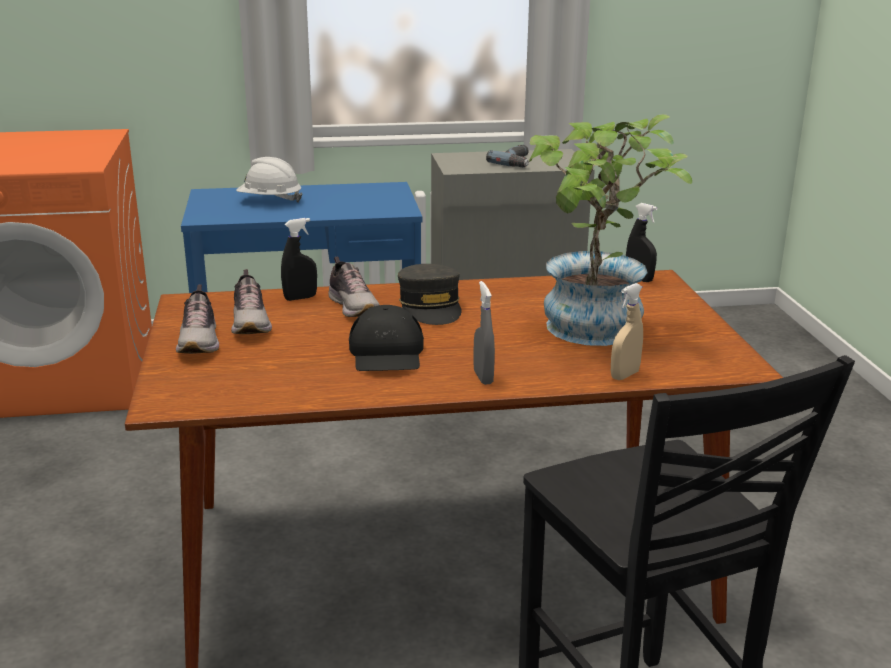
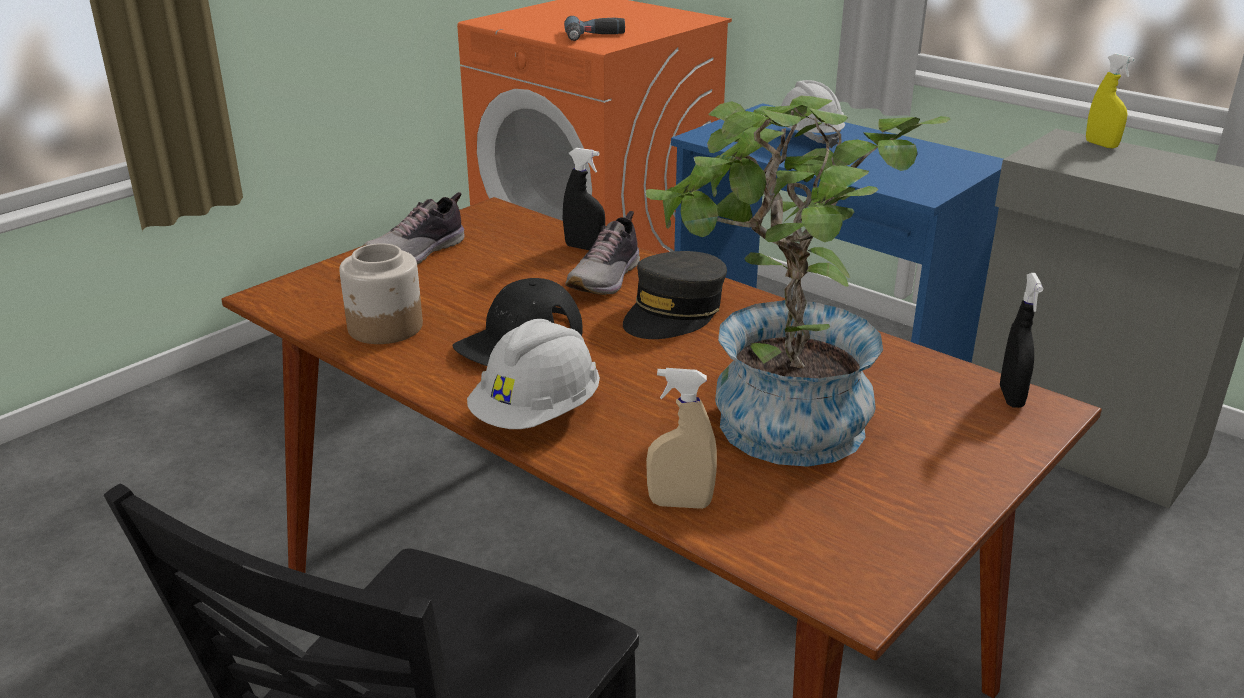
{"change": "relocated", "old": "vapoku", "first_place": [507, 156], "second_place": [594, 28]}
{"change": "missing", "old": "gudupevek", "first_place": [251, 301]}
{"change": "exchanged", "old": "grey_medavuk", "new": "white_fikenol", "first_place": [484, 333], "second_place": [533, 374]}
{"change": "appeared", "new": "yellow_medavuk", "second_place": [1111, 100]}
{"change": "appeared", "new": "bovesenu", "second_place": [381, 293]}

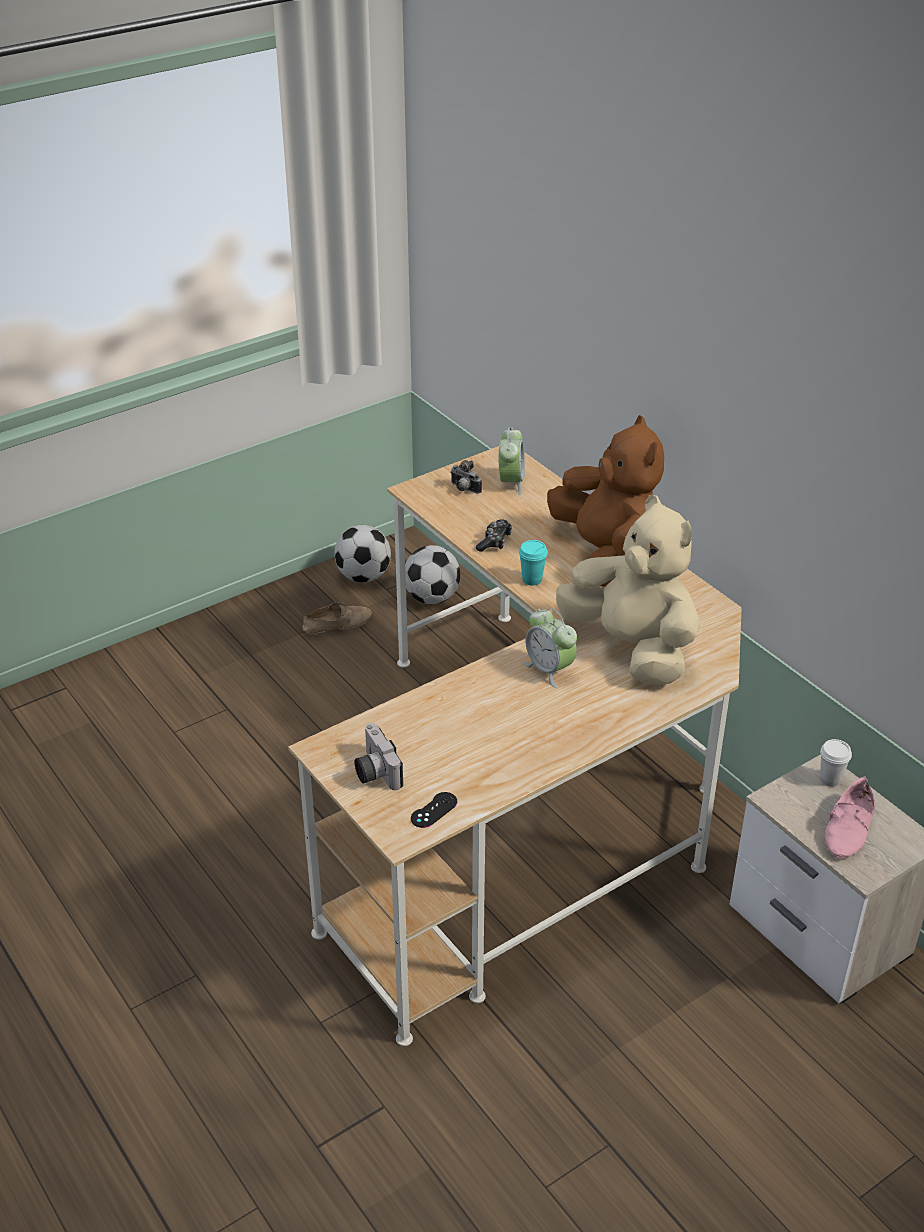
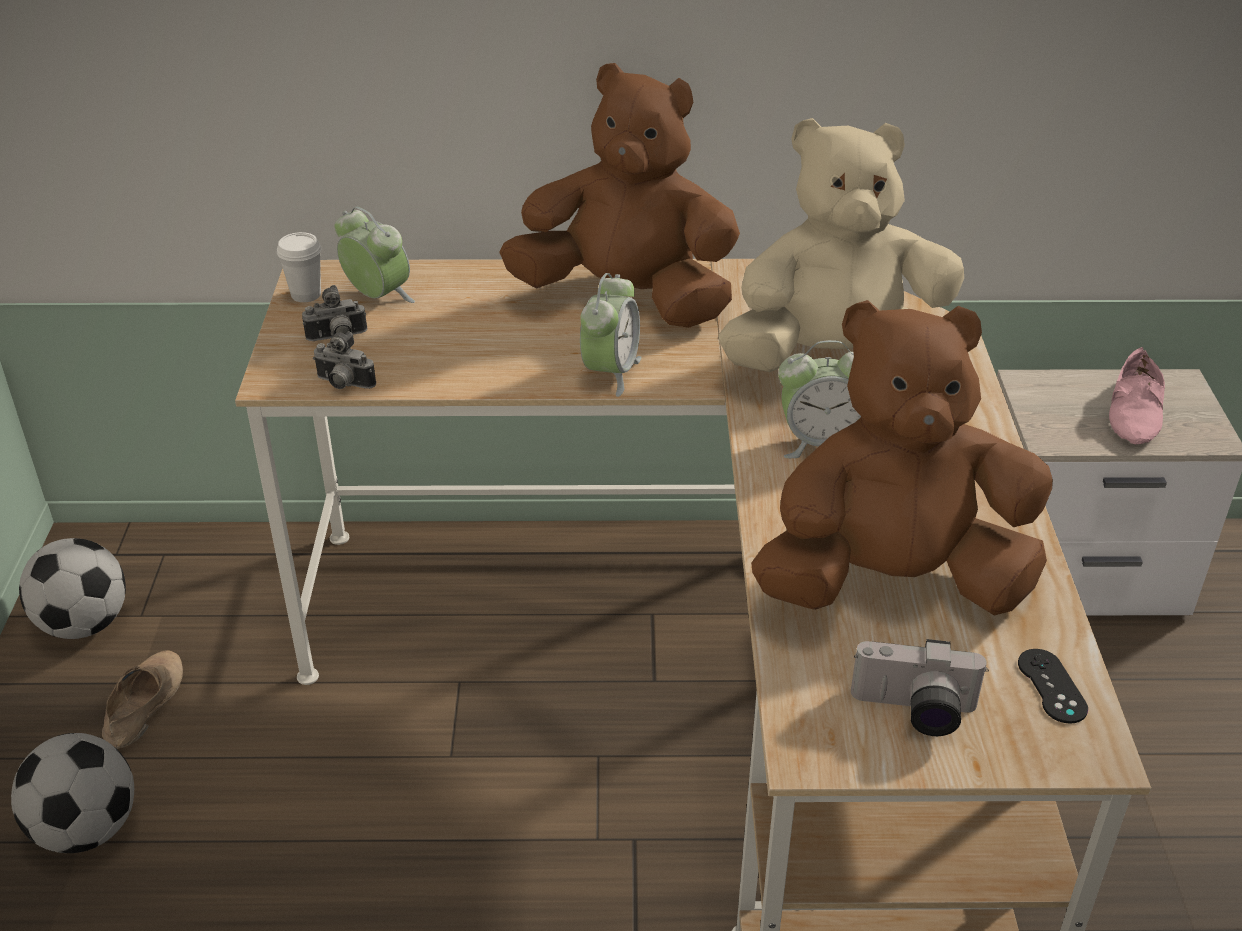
{"change": "missing", "old": "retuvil", "first_place": [494, 535]}
{"change": "exchanged", "old": "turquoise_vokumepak", "new": "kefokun", "first_place": [533, 562], "second_place": [610, 335]}
{"change": "relocated", "old": "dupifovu", "first_place": [432, 574], "second_place": [72, 793]}
{"change": "relocated", "old": "white_vokumepak", "first_place": [836, 763], "second_place": [299, 267]}
{"change": "spun", "old": "pink_gudupevek", "first_place": [850, 817], "second_place": [1137, 395], "degrees": 45}
{"change": "appeared", "new": "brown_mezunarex", "second_place": [902, 457]}
{"change": "appeared", "new": "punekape", "second_place": [344, 360]}

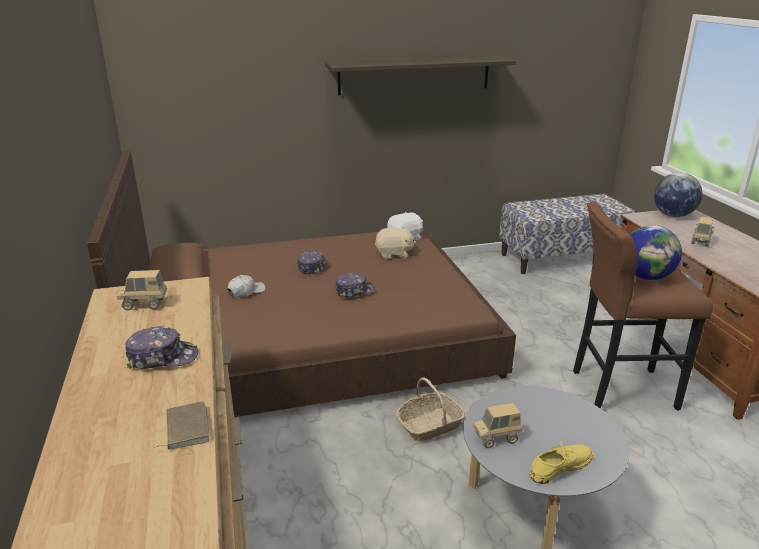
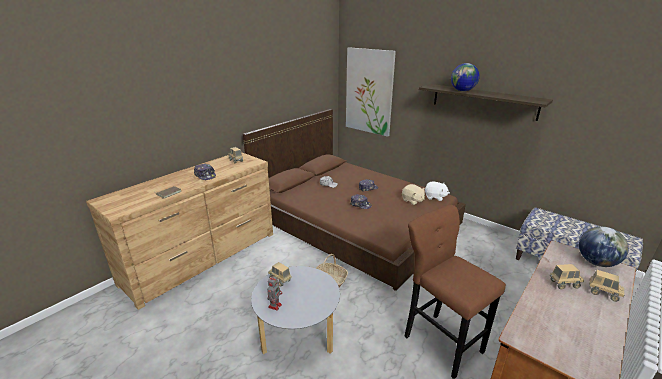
{"change": "relocated", "old": "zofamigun", "first_place": [656, 252], "second_place": [465, 77]}
{"change": "exchanged", "old": "yellow_gudupevek", "new": "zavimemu", "first_place": [561, 462], "second_place": [274, 293]}
{"change": "appeared", "new": "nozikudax", "second_place": [371, 92]}
{"change": "appeared", "new": "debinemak", "second_place": [606, 286]}

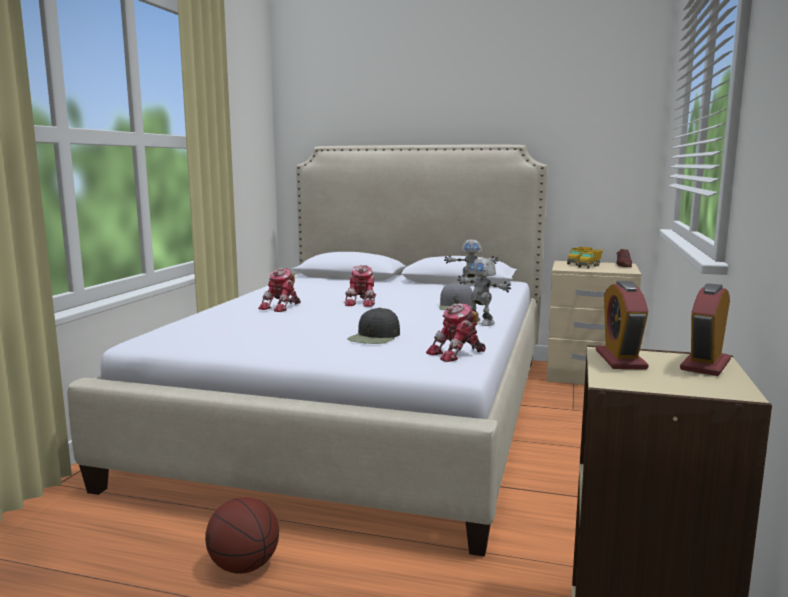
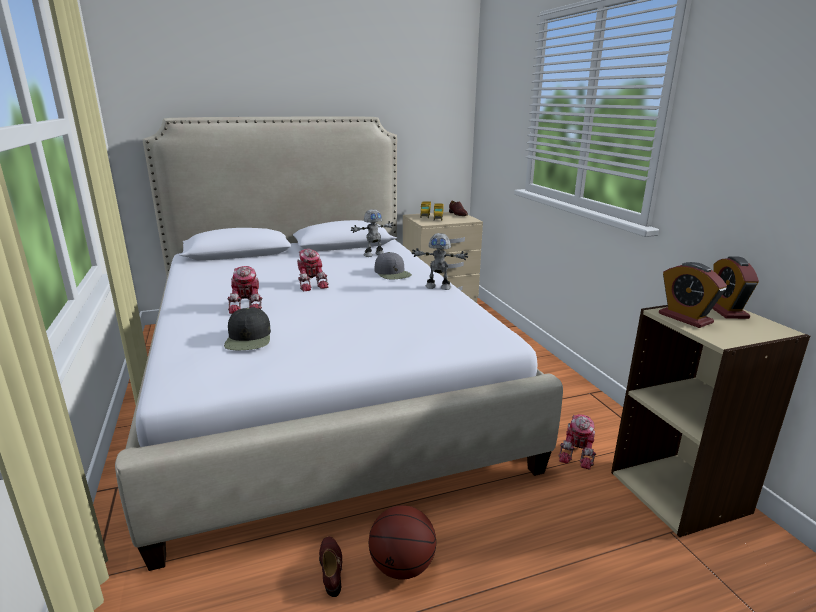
{"change": "relocated", "old": "zavimemu", "first_place": [456, 332], "second_place": [577, 442]}
{"change": "relocated", "old": "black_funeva", "first_place": [373, 326], "second_place": [247, 328]}
{"change": "appeared", "new": "brown_gudupevek", "second_place": [330, 566]}

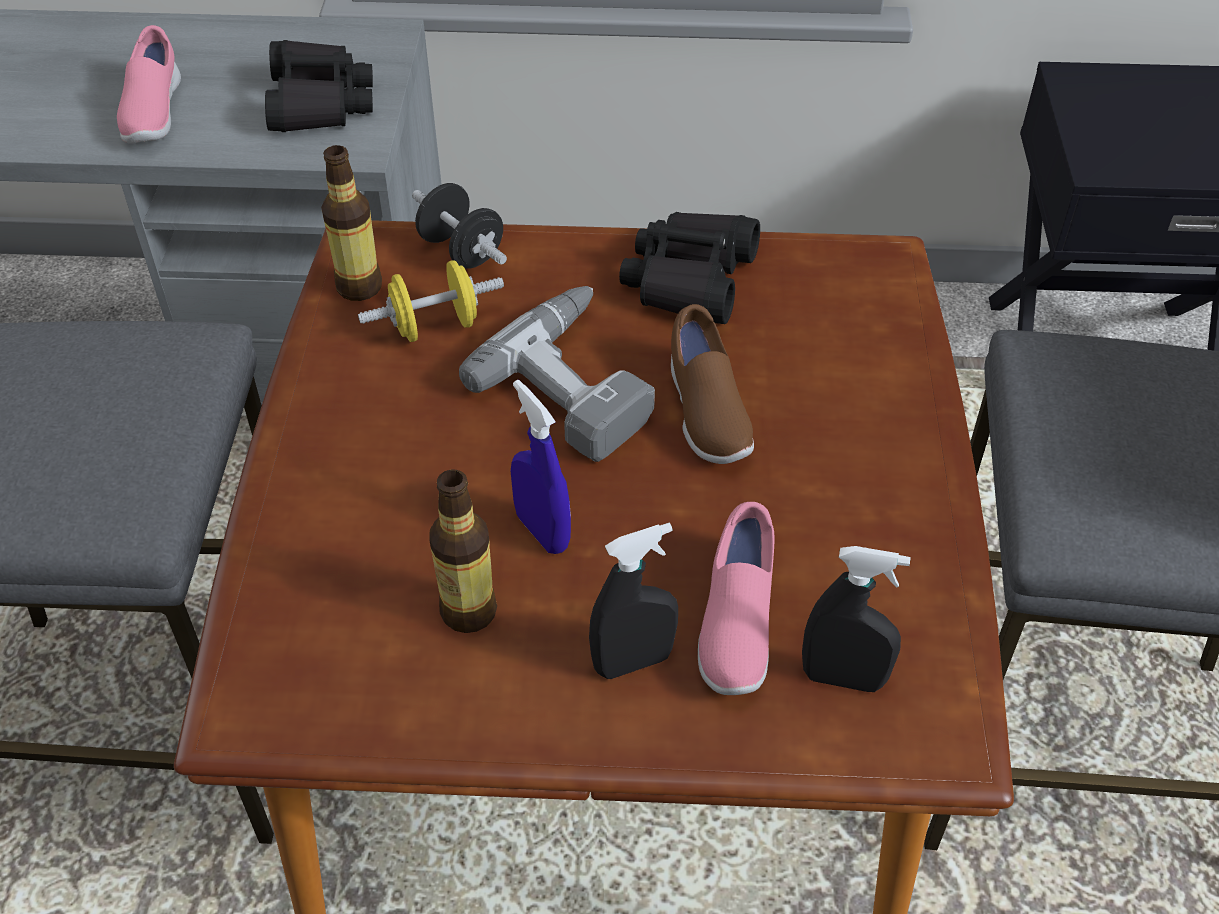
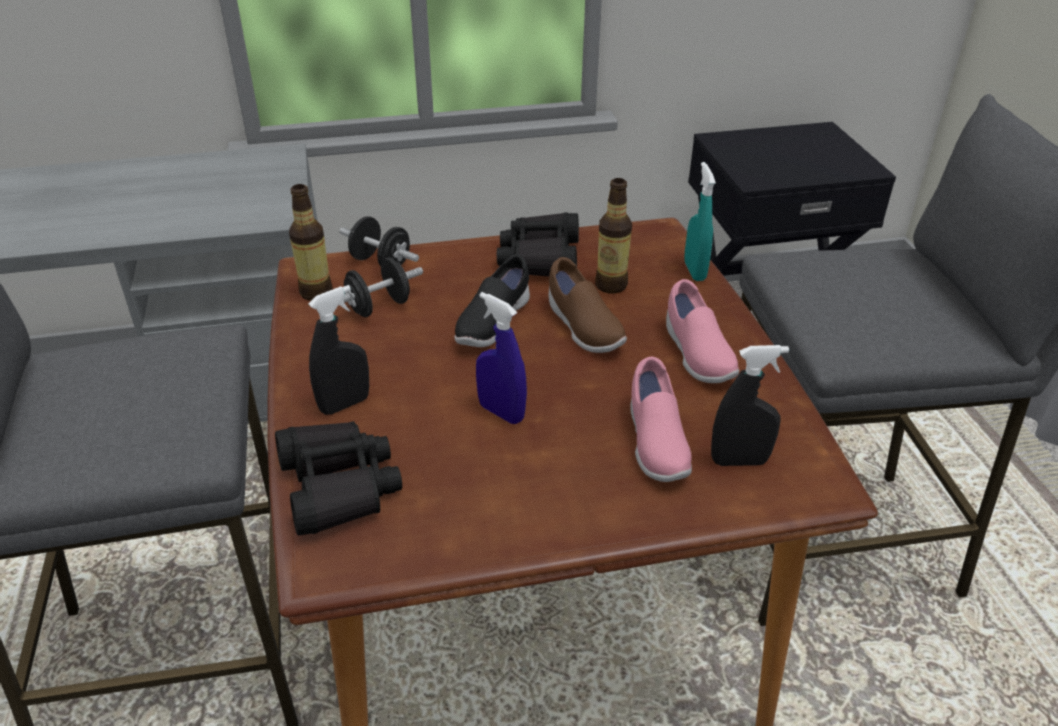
{"change": "relocated", "old": "pink_gudupevek", "first_place": [149, 84], "second_place": [702, 331]}
{"change": "relocated", "old": "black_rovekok", "first_place": [319, 86], "second_place": [338, 478]}
{"change": "colour", "old": "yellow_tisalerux", "new": "black_tisalerux", "first_place": [431, 301], "second_place": [383, 287]}
{"change": "exchanged", "old": "vapoku", "new": "black_gudupevek", "first_place": [557, 374], "second_place": [492, 300]}
{"change": "relocated", "old": "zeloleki", "first_place": [463, 551], "second_place": [613, 235]}
{"change": "relocated", "old": "black_medavuk", "first_place": [633, 601], "second_place": [338, 350]}
{"change": "appeared", "new": "turquoise_medavuk", "second_place": [700, 221]}

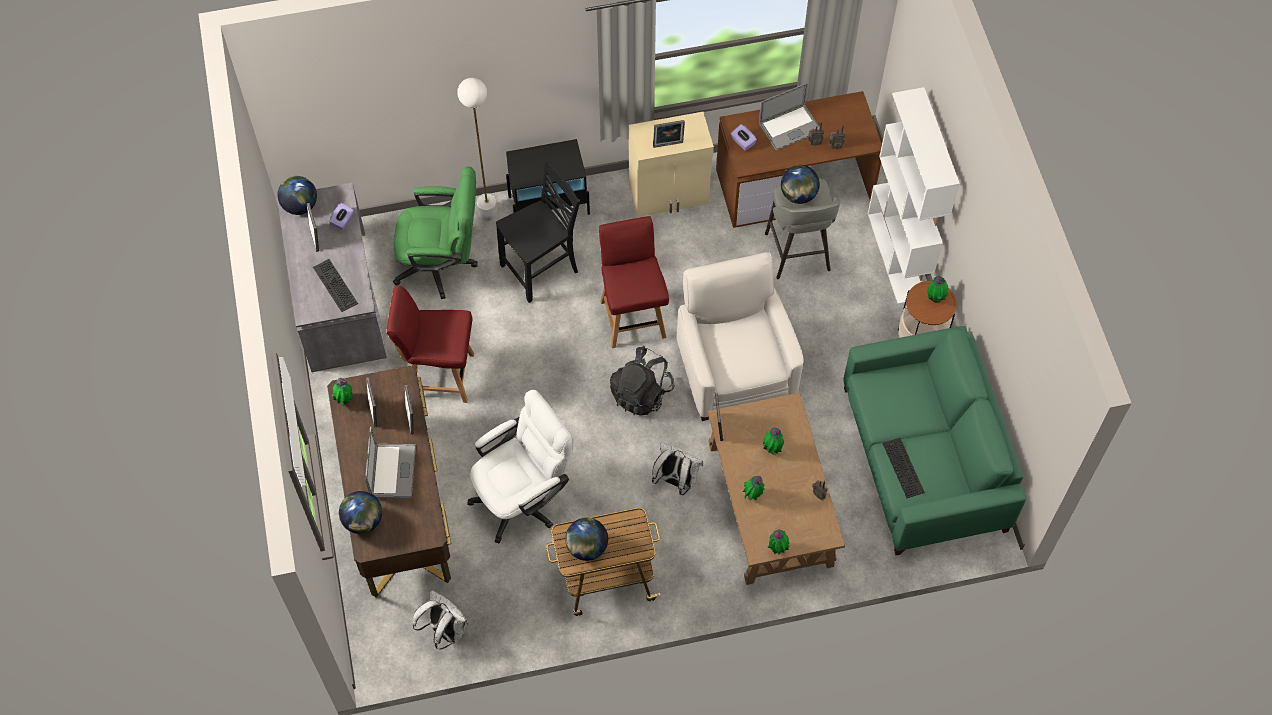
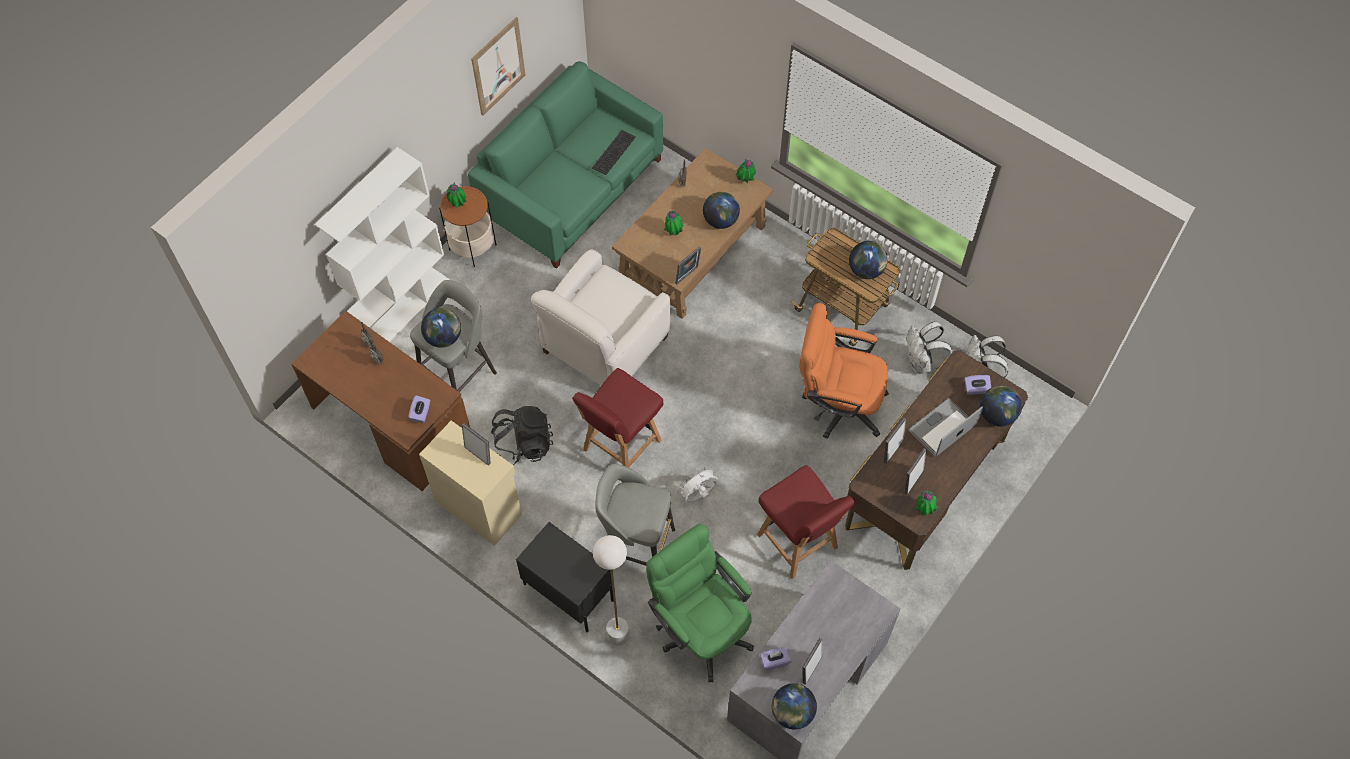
{"change": "missing", "old": "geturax", "first_place": [789, 117]}
{"change": "exchanged", "old": "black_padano", "new": "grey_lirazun", "first_place": [538, 231], "second_place": [635, 515]}
{"change": "missing", "old": "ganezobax", "first_place": [335, 285]}
{"change": "relocated", "old": "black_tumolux", "first_place": [642, 381], "second_place": [521, 435]}
{"change": "colour", "old": "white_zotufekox", "new": "orange_zotufekox", "first_place": [520, 467], "second_place": [844, 371]}
{"change": "relocated", "old": "white_tumolux", "first_place": [677, 469], "second_place": [929, 348]}
{"change": "exchanged", "old": "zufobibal", "new": "zofamigun", "first_place": [753, 488], "second_place": [721, 210]}
{"change": "appeared", "new": "nozikudax", "second_place": [498, 66]}
{"change": "appeared", "new": "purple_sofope", "second_place": [977, 385]}
{"change": "appeared", "new": "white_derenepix", "second_place": [697, 485]}

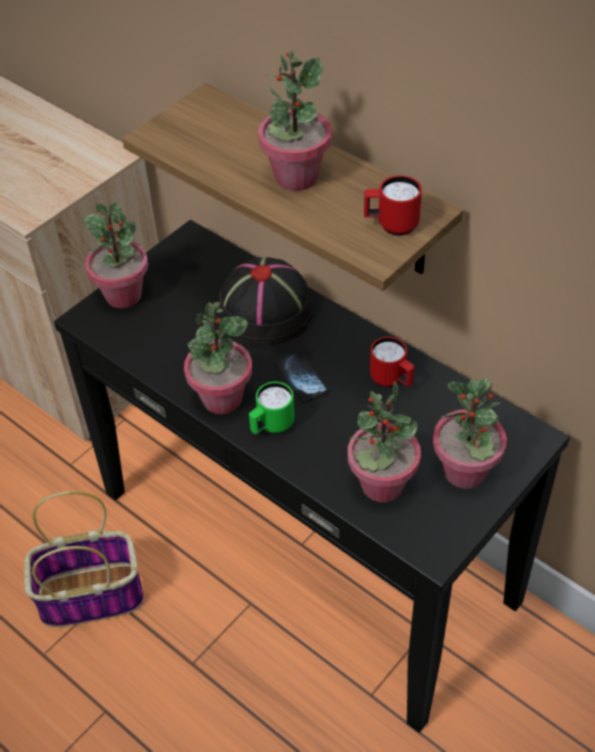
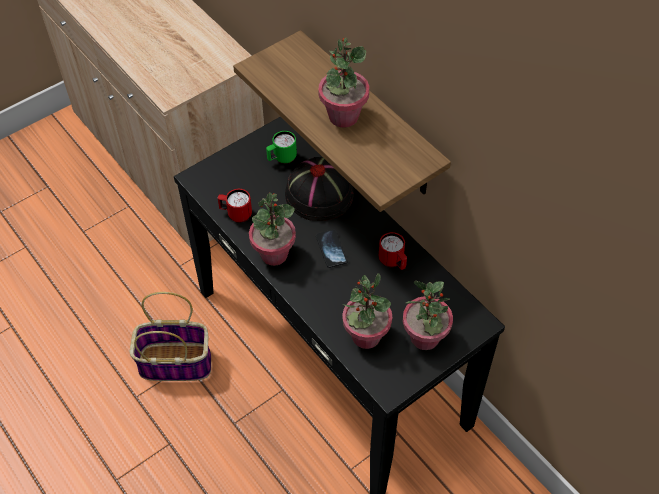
{"change": "relocated", "old": "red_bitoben", "first_place": [393, 205], "second_place": [235, 206]}
{"change": "missing", "old": "zufobibal", "first_place": [116, 255]}
{"change": "relocated", "old": "green_bitoben", "first_place": [272, 408], "second_place": [281, 147]}

